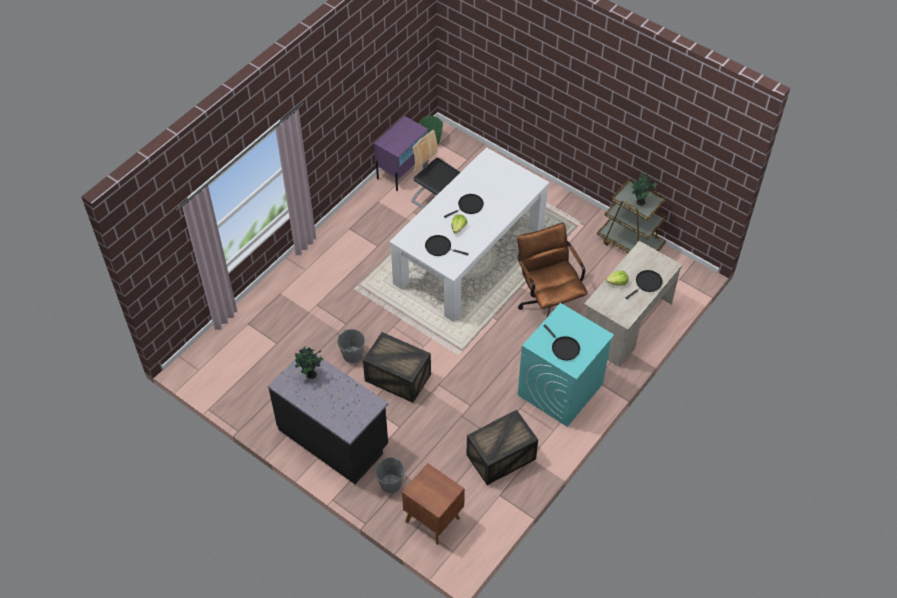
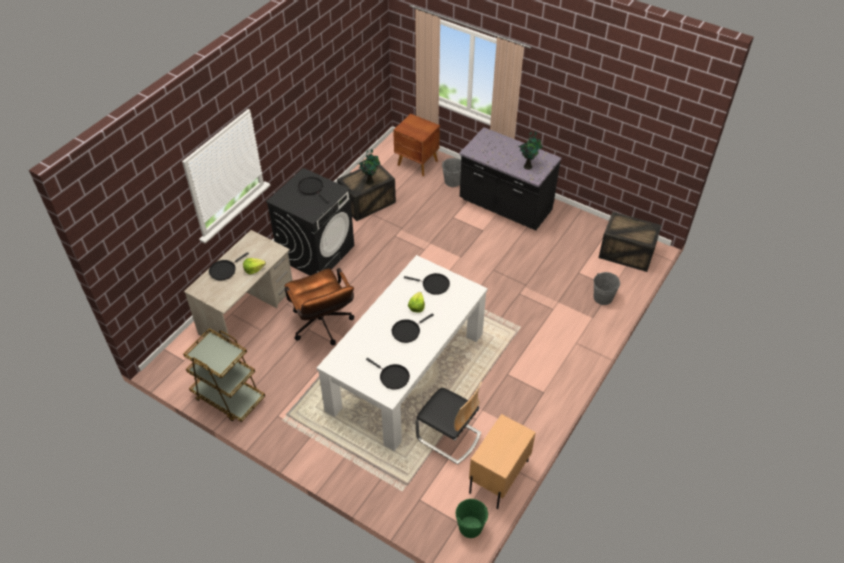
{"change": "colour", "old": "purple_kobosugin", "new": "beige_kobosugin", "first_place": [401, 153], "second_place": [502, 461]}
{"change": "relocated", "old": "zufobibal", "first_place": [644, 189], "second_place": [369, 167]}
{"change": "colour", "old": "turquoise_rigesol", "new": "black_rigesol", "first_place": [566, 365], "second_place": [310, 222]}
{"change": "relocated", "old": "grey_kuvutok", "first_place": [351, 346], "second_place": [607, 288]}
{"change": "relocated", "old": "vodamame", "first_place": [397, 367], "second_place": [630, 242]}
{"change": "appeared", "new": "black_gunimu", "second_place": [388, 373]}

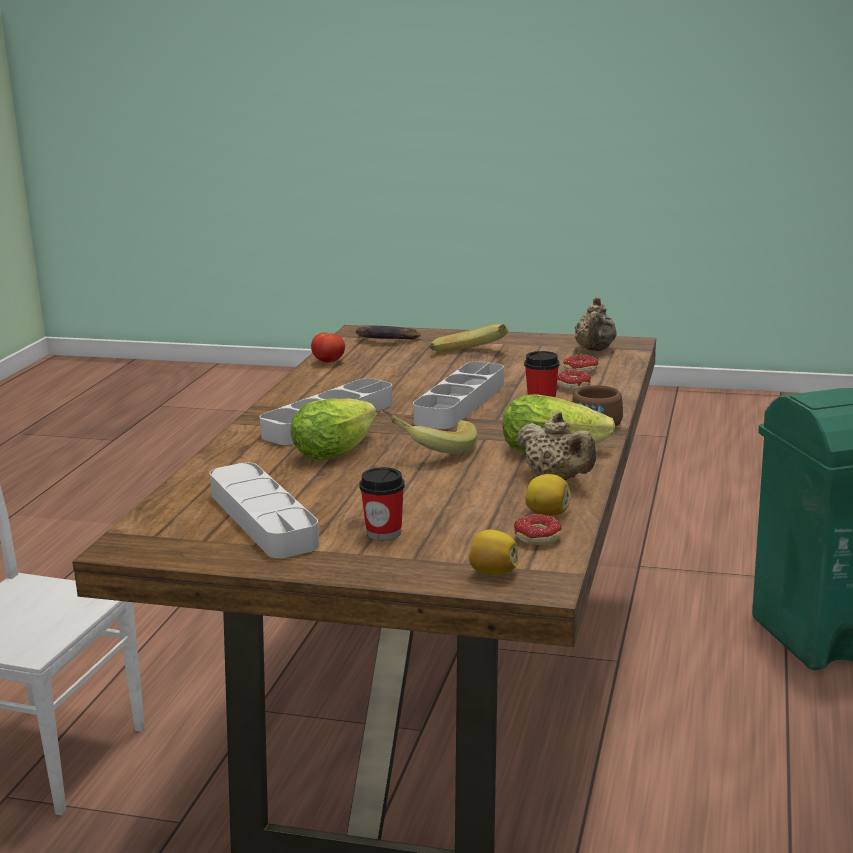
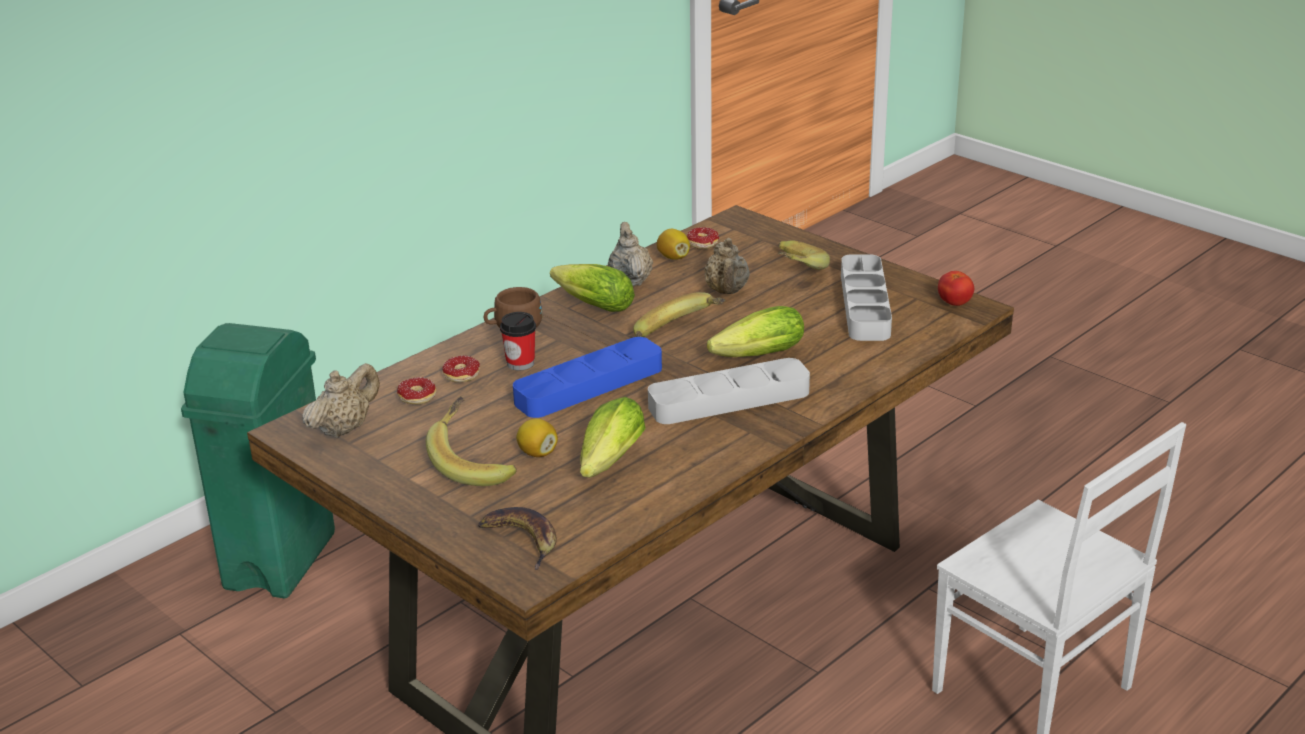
{"change": "relocated", "old": "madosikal", "first_place": [328, 347], "second_place": [956, 288]}
{"change": "colour", "old": "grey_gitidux", "new": "blue_gitidux", "first_place": [458, 395], "second_place": [587, 377]}
{"change": "exchanged", "old": "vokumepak", "new": "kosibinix", "first_place": [382, 503], "second_place": [804, 255]}
{"change": "relocated", "old": "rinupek", "first_place": [493, 552], "second_place": [537, 437]}
{"change": "appeared", "new": "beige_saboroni", "second_place": [727, 266]}
{"change": "appeared", "new": "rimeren", "second_place": [613, 437]}

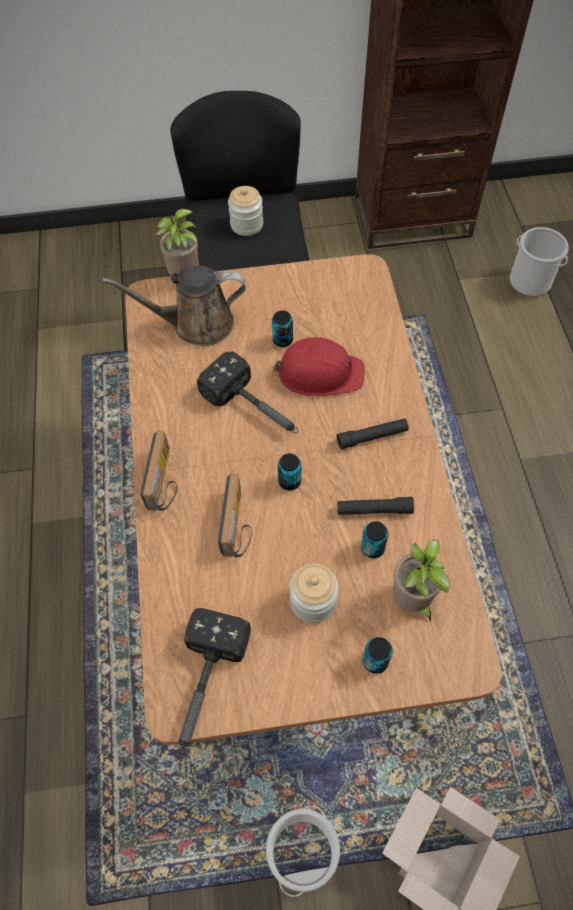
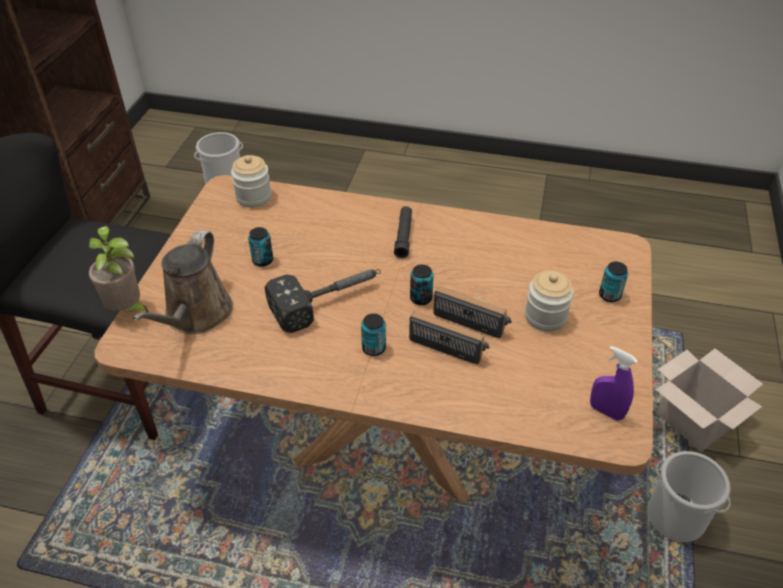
{"change": "relocated", "old": "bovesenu", "first_place": [245, 211], "second_place": [251, 181]}
{"change": "missing", "old": "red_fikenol", "first_place": [318, 366]}
{"change": "relocated", "old": "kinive", "first_place": [158, 471], "second_place": [472, 312]}
{"change": "missing", "old": "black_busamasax", "first_place": [375, 506]}
{"change": "relocated", "old": "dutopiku", "first_place": [374, 539], "second_place": [373, 335]}
{"change": "missing", "old": "zufobibal", "first_place": [421, 581]}
{"change": "exchanged", "old": "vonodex", "new": "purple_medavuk", "first_place": [214, 681], "second_place": [614, 383]}

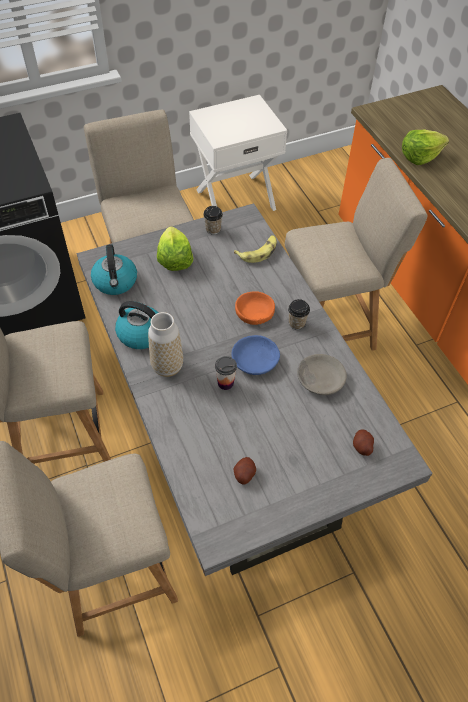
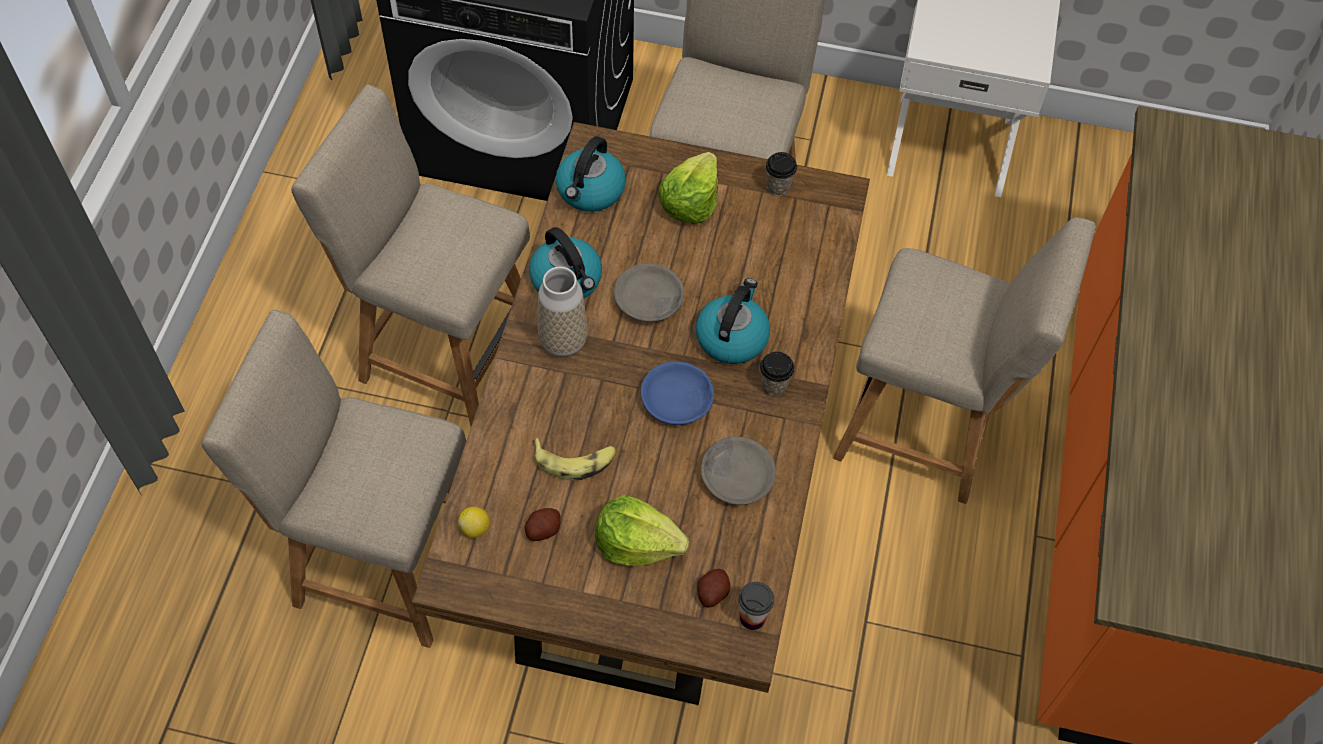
{"change": "relocated", "old": "rimeren", "first_place": [425, 147], "second_place": [642, 530]}
{"change": "colour", "old": "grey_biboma", "new": "brown_biboma", "first_place": [254, 389], "second_place": [641, 413]}
{"change": "relocated", "old": "kosibinix", "first_place": [255, 249], "second_place": [574, 458]}
{"change": "exchanged", "old": "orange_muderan", "new": "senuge", "first_place": [255, 308], "second_place": [733, 321]}
{"change": "relocated", "old": "vokumepak", "first_place": [226, 373], "second_place": [756, 606]}
{"change": "appeared", "new": "grey_muderan", "second_place": [649, 292]}
{"change": "appeared", "new": "rinupek", "second_place": [474, 522]}

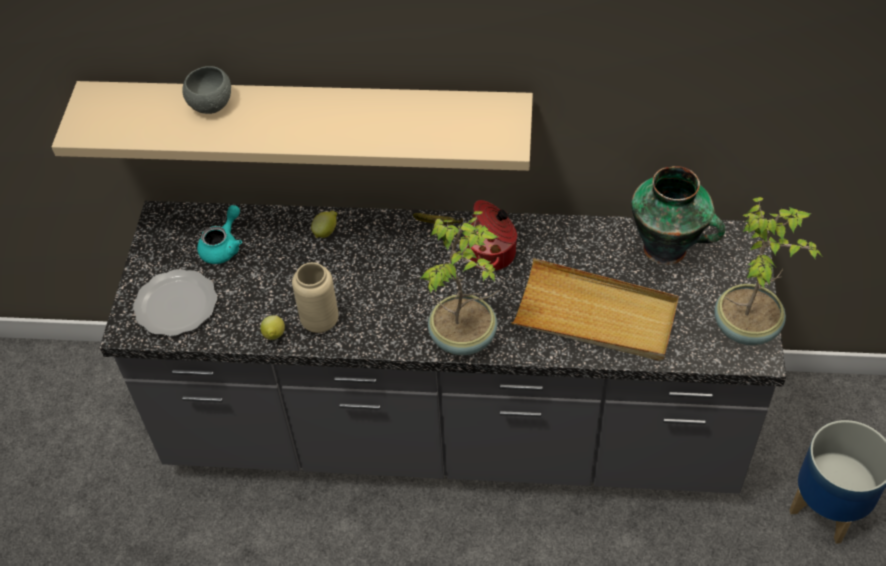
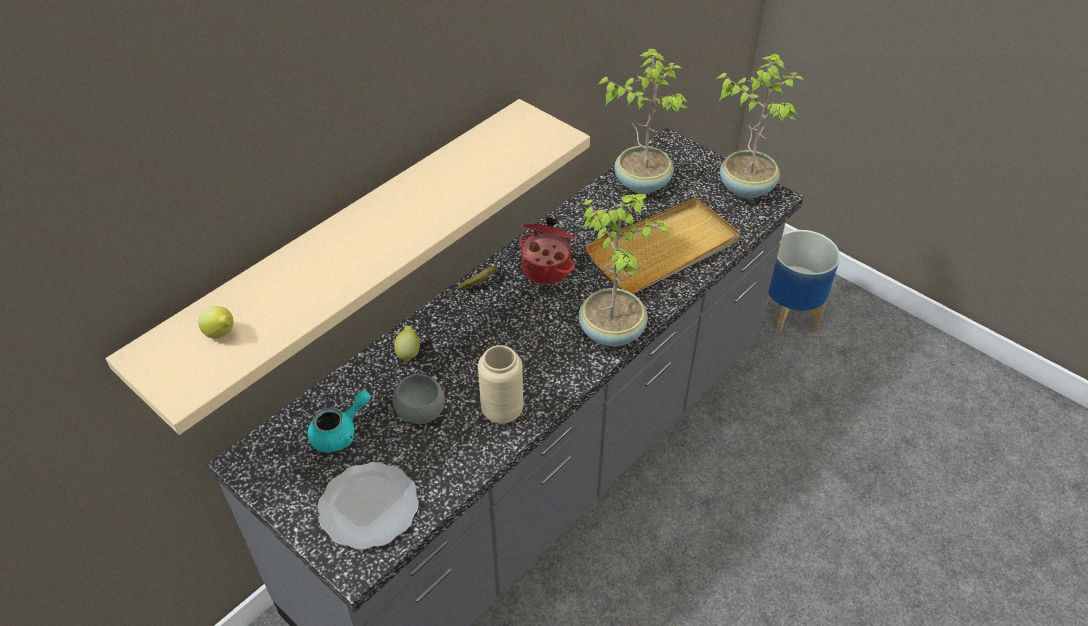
{"change": "relocated", "old": "grey_muderan", "first_place": [206, 90], "second_place": [419, 399]}
{"change": "exchanged", "old": "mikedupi", "new": "zufobibal", "first_place": [678, 215], "second_place": [643, 121]}
{"change": "spun", "old": "turquoise_saboroni", "first_place": [219, 234], "second_place": [339, 422], "degrees": 75}
{"change": "relocated", "old": "rinupek", "first_place": [272, 327], "second_place": [216, 322]}

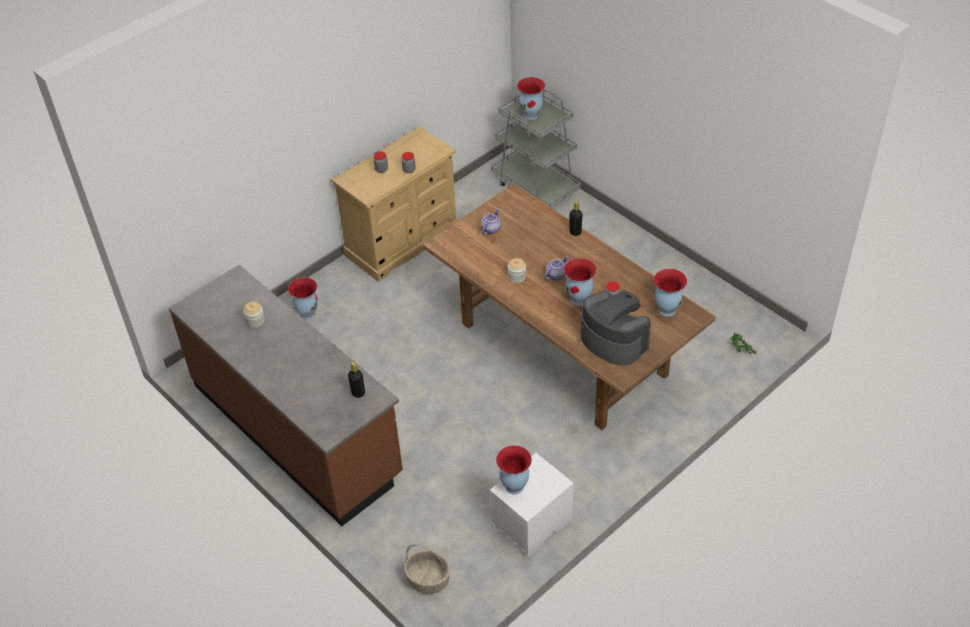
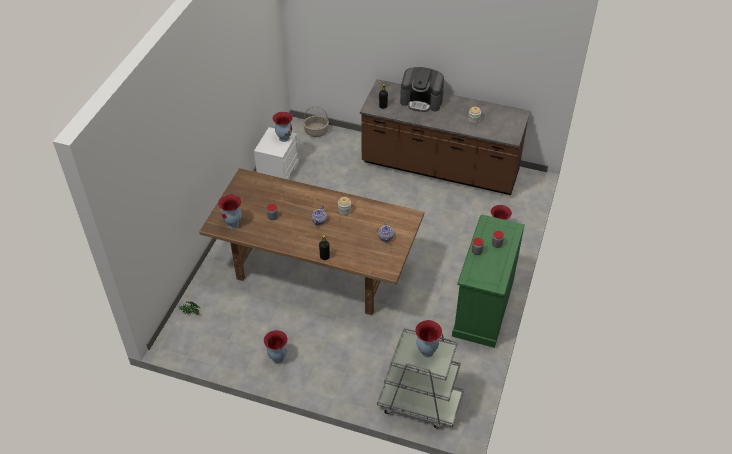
{"change": "colour", "old": "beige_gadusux", "new": "green_gadusux", "first_place": [395, 204], "second_place": [488, 281]}
{"change": "relocated", "old": "mikedupi", "first_place": [580, 282], "second_place": [276, 346]}
{"change": "relocated", "old": "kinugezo", "first_place": [616, 328], "second_place": [422, 89]}

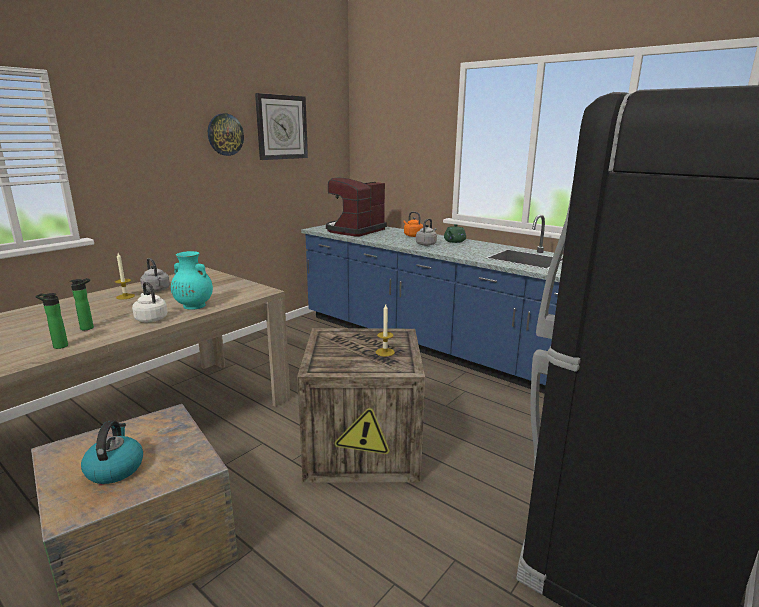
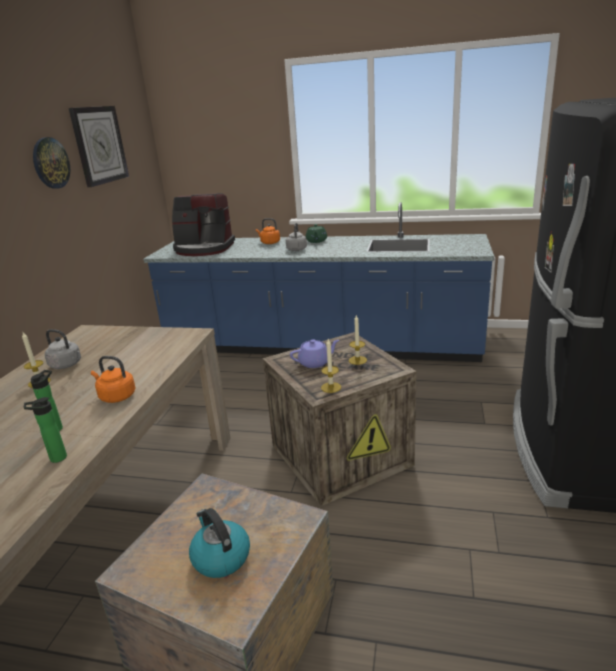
{"change": "spun", "old": "kinugezo", "first_place": [356, 207], "second_place": [203, 224], "degrees": -90}
{"change": "missing", "old": "turquoise_mikedupi", "first_place": [192, 280]}
{"change": "colour", "old": "white_senuge", "new": "orange_senuge", "first_place": [150, 302], "second_place": [113, 379]}
{"change": "appeared", "new": "purple_saboroni", "second_place": [314, 353]}
{"change": "appeared", "new": "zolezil", "second_place": [331, 366]}

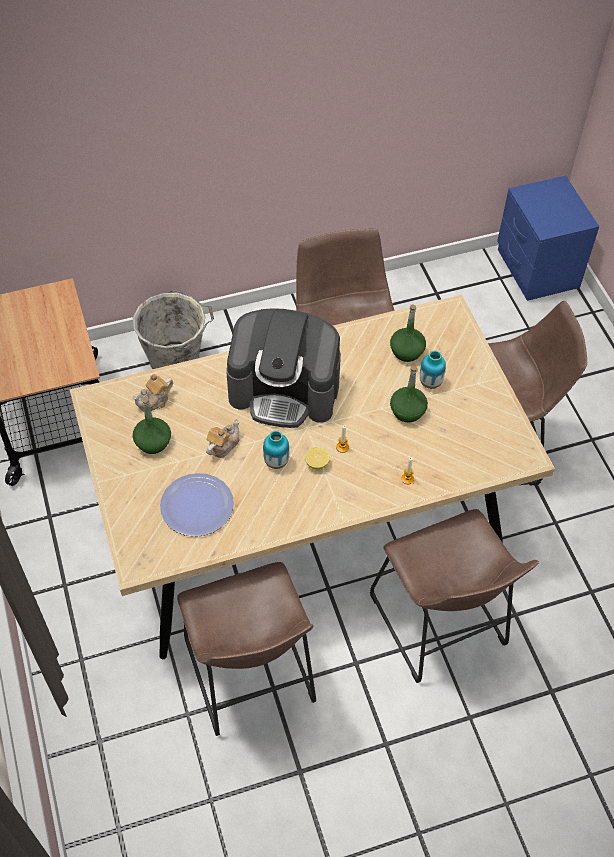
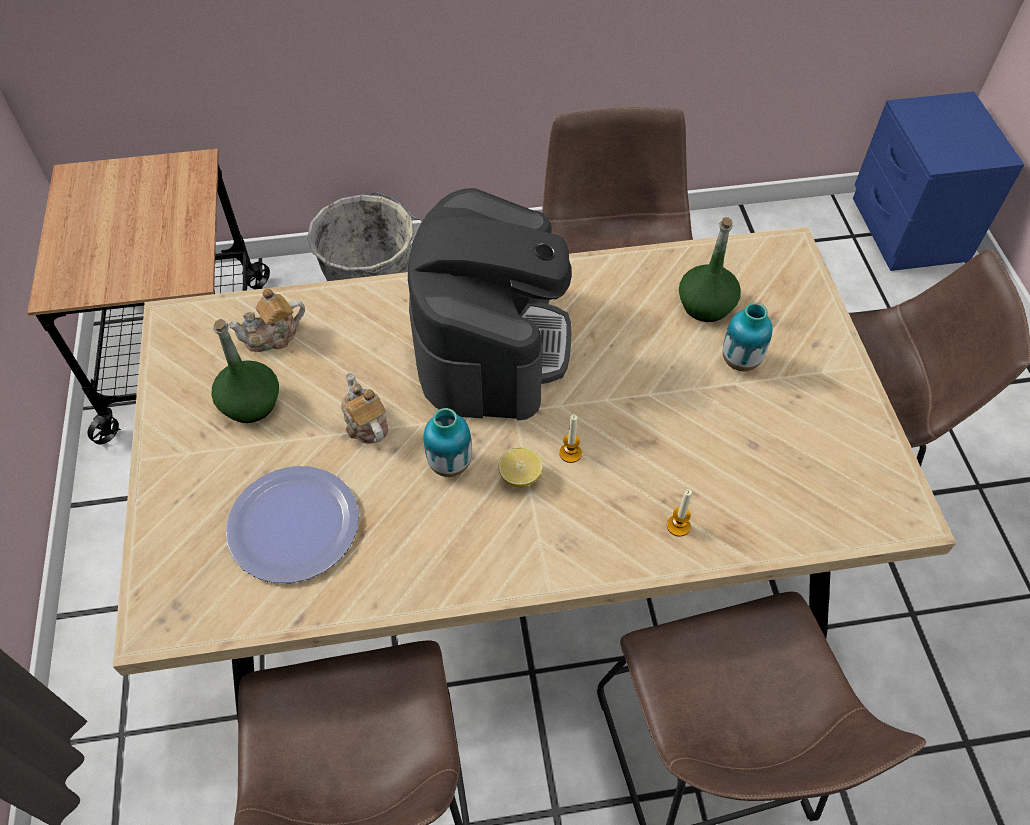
{"change": "spun", "old": "kinugezo", "first_place": [283, 368], "second_place": [490, 304], "degrees": -105}
{"change": "missing", "old": "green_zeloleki", "first_place": [409, 394]}
{"change": "spun", "old": "saboroni", "first_place": [222, 438], "second_place": [364, 408], "degrees": -75}

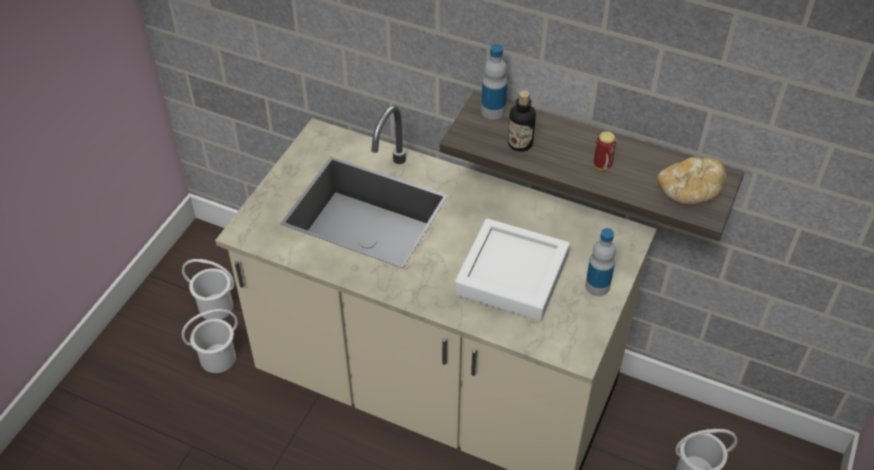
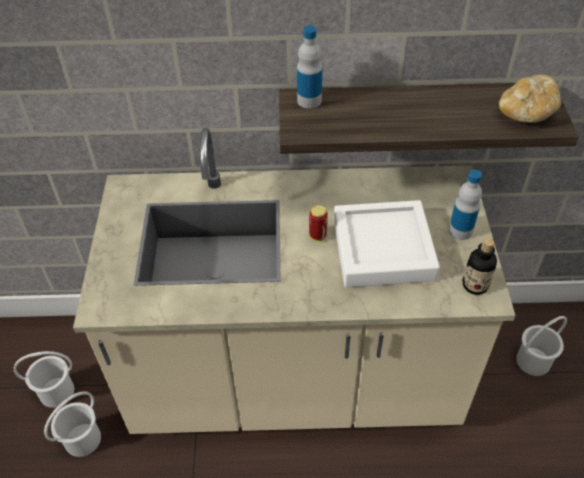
{"change": "relocated", "old": "zeloleki", "first_place": [522, 121], "second_place": [479, 266]}
{"change": "relocated", "old": "dutopiku", "first_place": [605, 151], "second_place": [318, 223]}

